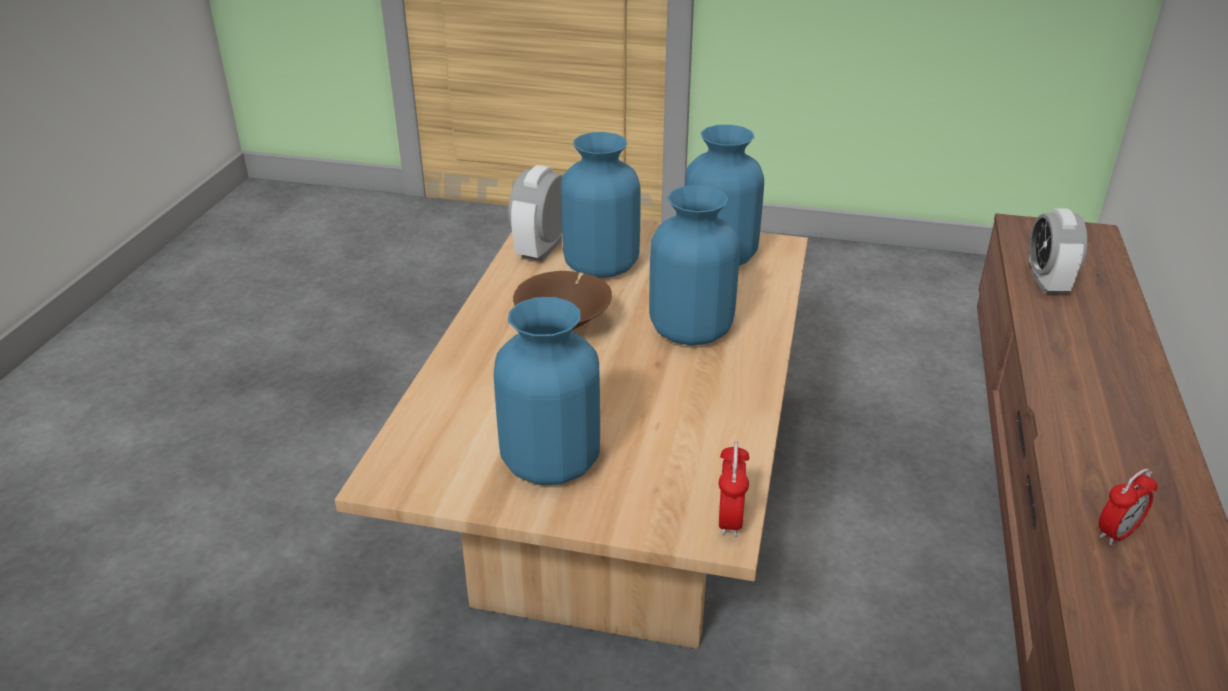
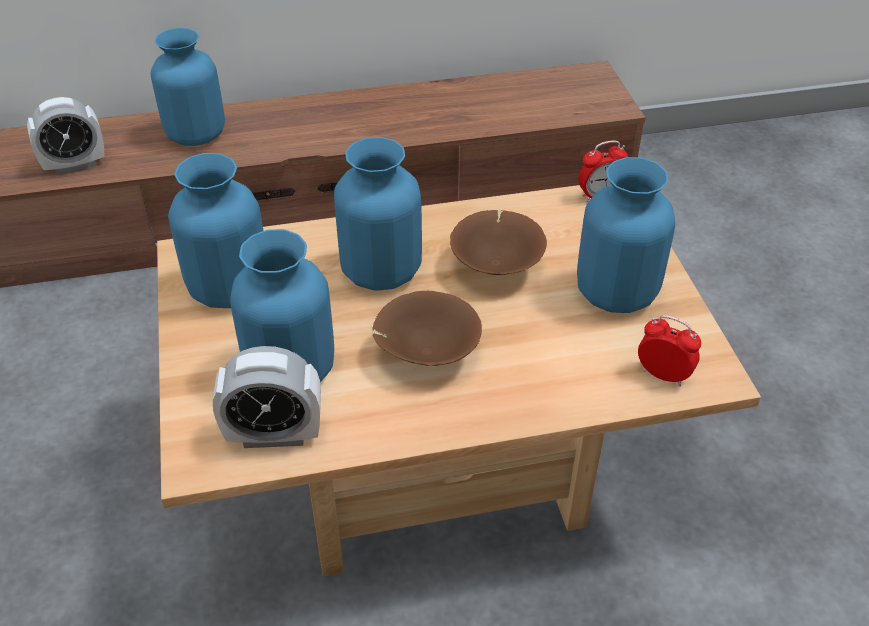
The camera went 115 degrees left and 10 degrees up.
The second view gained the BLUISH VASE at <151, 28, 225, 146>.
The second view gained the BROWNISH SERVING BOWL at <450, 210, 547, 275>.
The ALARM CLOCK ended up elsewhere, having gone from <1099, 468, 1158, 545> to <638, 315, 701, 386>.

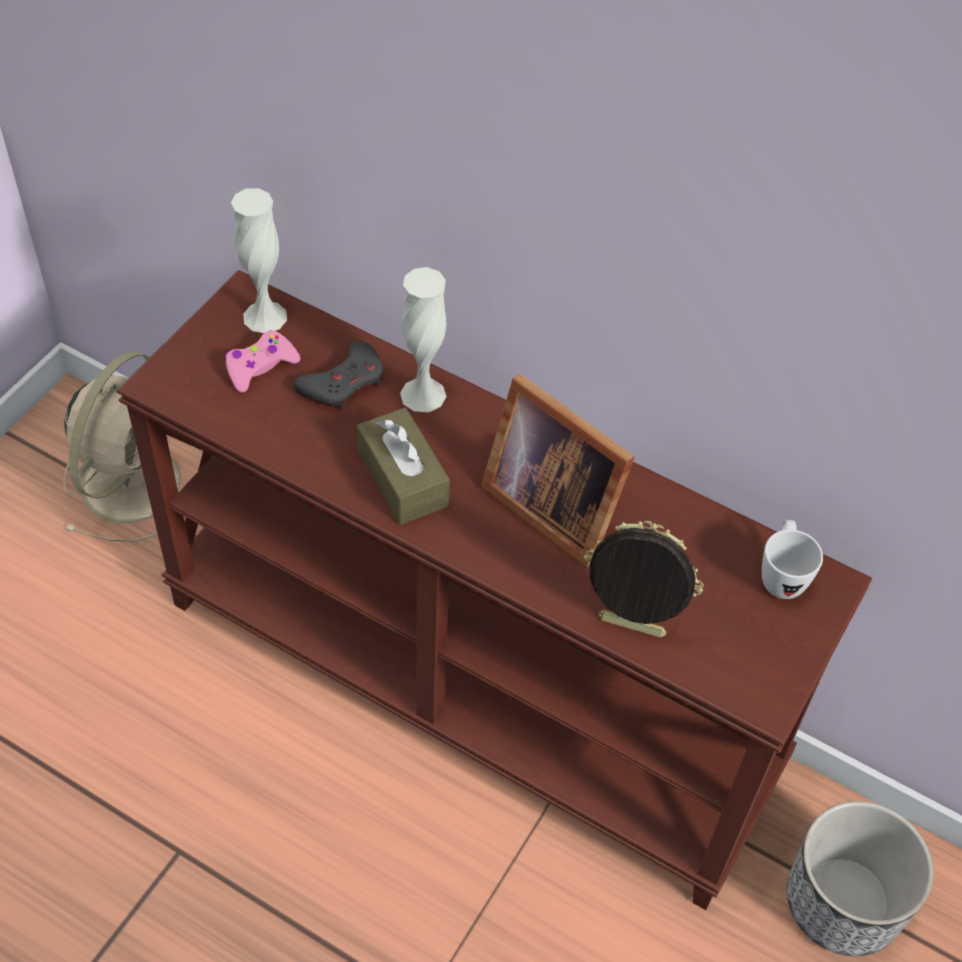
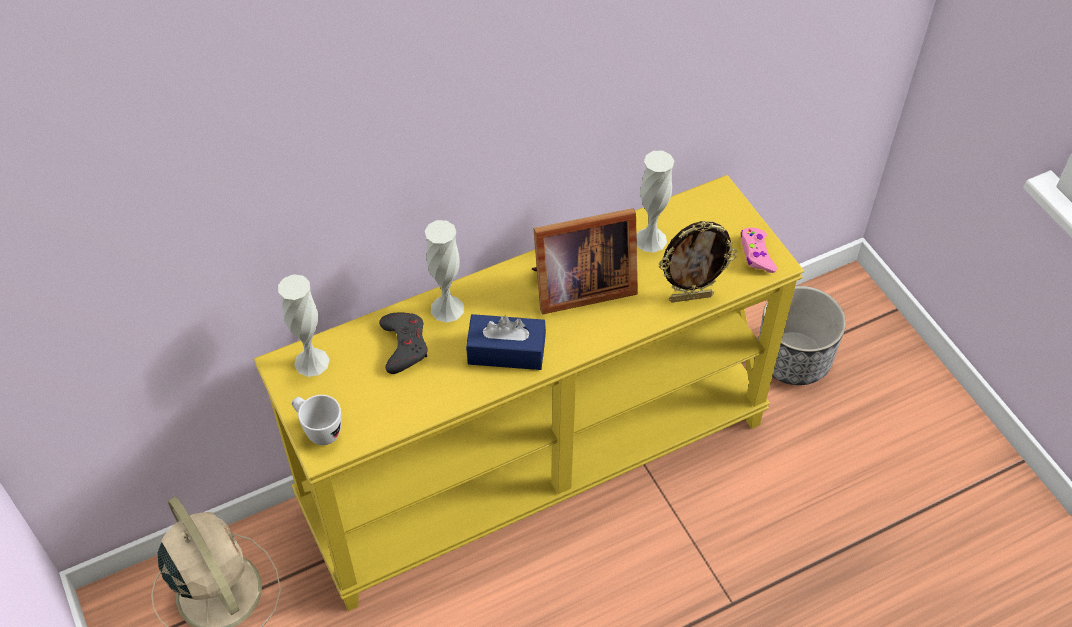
The camera went 55 degrees left and 0 degrees up.
The second view gained the WHITISH VASE at <637, 151, 674, 253>.
The PINK JOYPAD ended up elsewhere, having gone from <225, 330, 300, 393> to <741, 228, 777, 273>.
The WHITISH MUG ended up elsewhere, having gone from <762, 520, 823, 599> to <292, 395, 341, 445>.
What was the BROWNISH CONSOLE TABLE at <116, 270, 872, 910> turned into the YELLOW-COLOURED CONSOLE TABLE at <254, 175, 804, 611>.
What was the BROWNISH BOX OF TISSUES at <357, 408, 450, 525> turned into the BLUISH BOX OF TISSUES at <466, 314, 546, 370>.
The STANDING FRAME at <584, 521, 704, 638> ended up facing another way, 150 degrees counterclockwise from before.

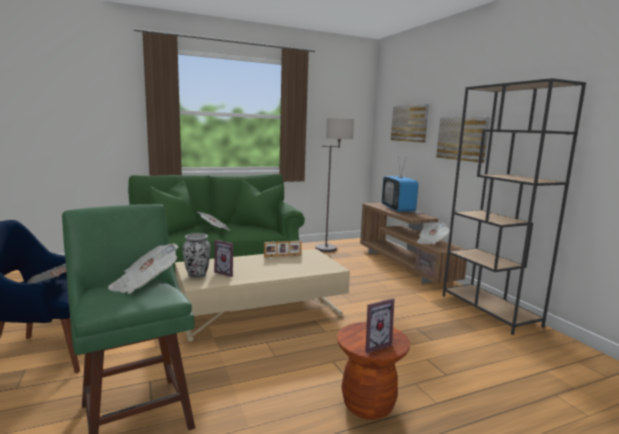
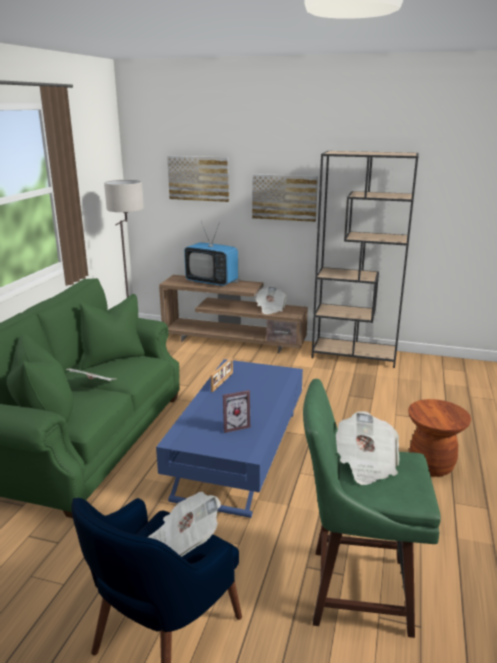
The camera went 50 degrees left and 10 degrees up.
The second view lost the VASE at <182, 233, 211, 278>.
The second view lost the STANDING FRAME at <365, 298, 395, 353>.
What was the BEIGE COFFEE TABLE at <175, 249, 350, 342> turned into the BLUISH COFFEE TABLE at <156, 359, 303, 518>.

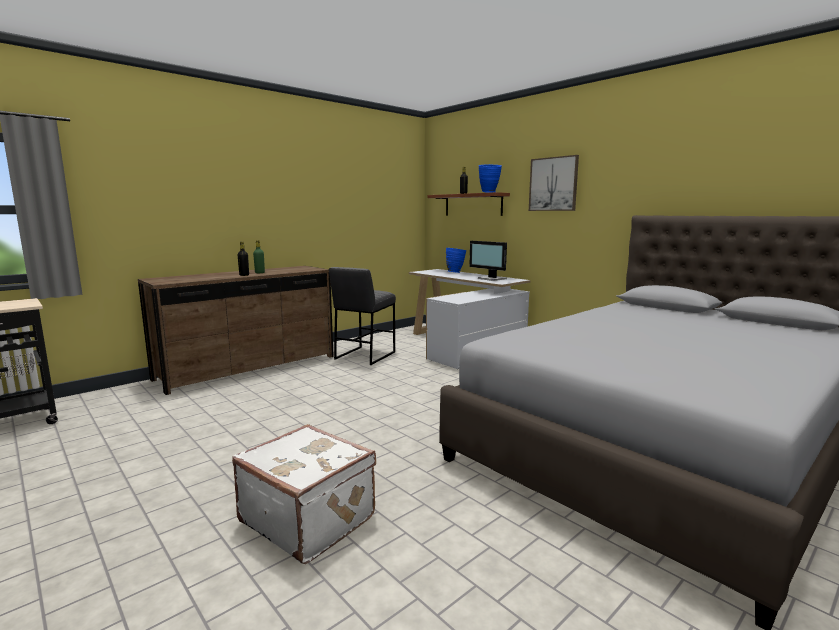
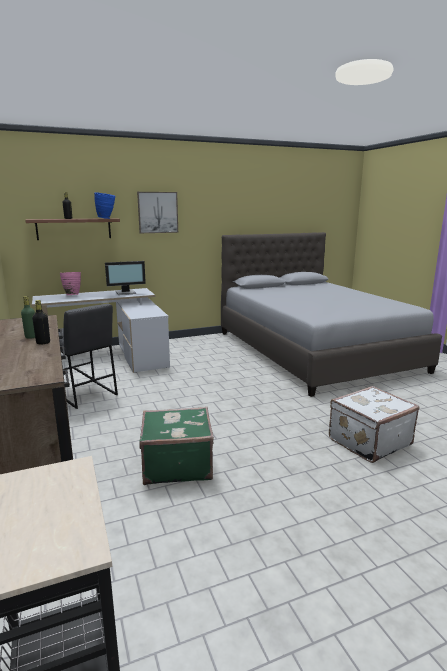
The camera went 70 degrees left and 5 degrees up.
The second view gained the GREEN PIECE OF LUGGAGE at <139, 407, 214, 485>.
What was the BLUISH VASE at <446, 248, 466, 273> turned into the PINK VASE at <60, 272, 81, 295>.

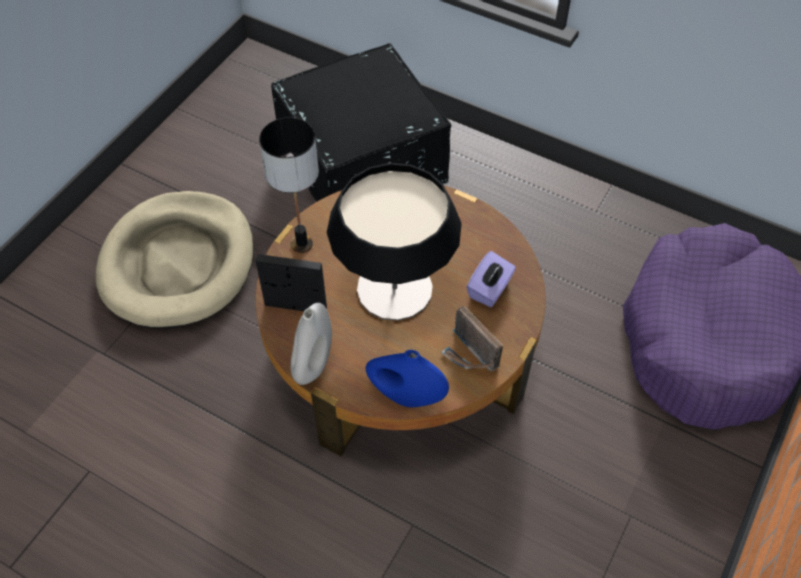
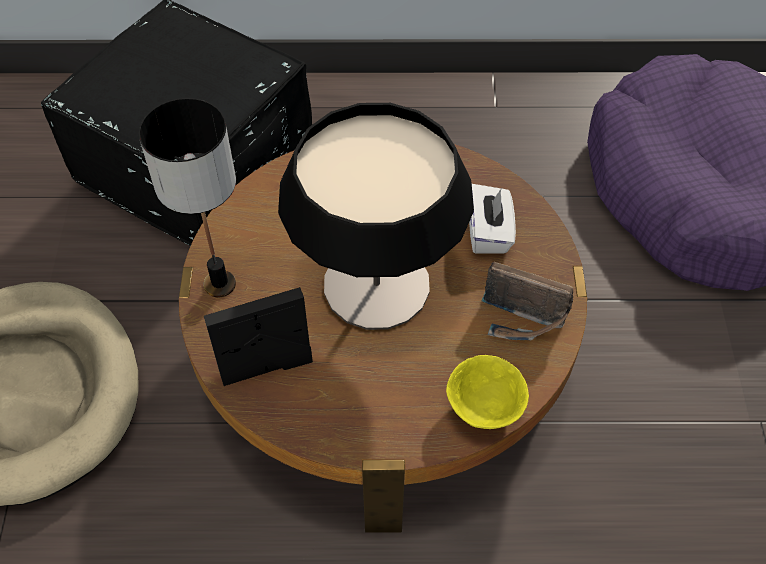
The camera went 30 degrees left and 0 degrees up.
The second view lost the WHITISH VASE at <291, 303, 332, 385>.
Where the BLUISH VASE stood at <366, 350, 449, 407>, the YELLOW-COLOURED SERVING BOWL came to stand at <446, 355, 529, 429>.
What was the PURPLISH BOX OF TISSUES at <467, 251, 516, 307> turned into the WHITISH BOX OF TISSUES at <469, 184, 516, 253>.

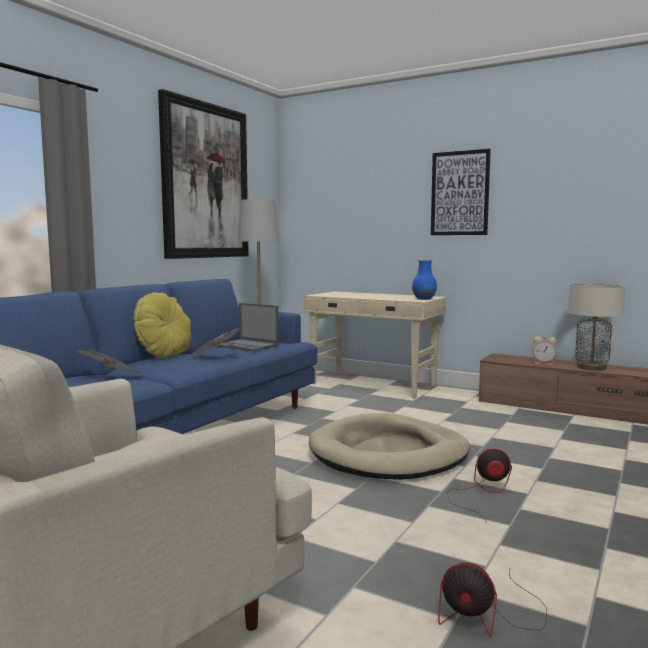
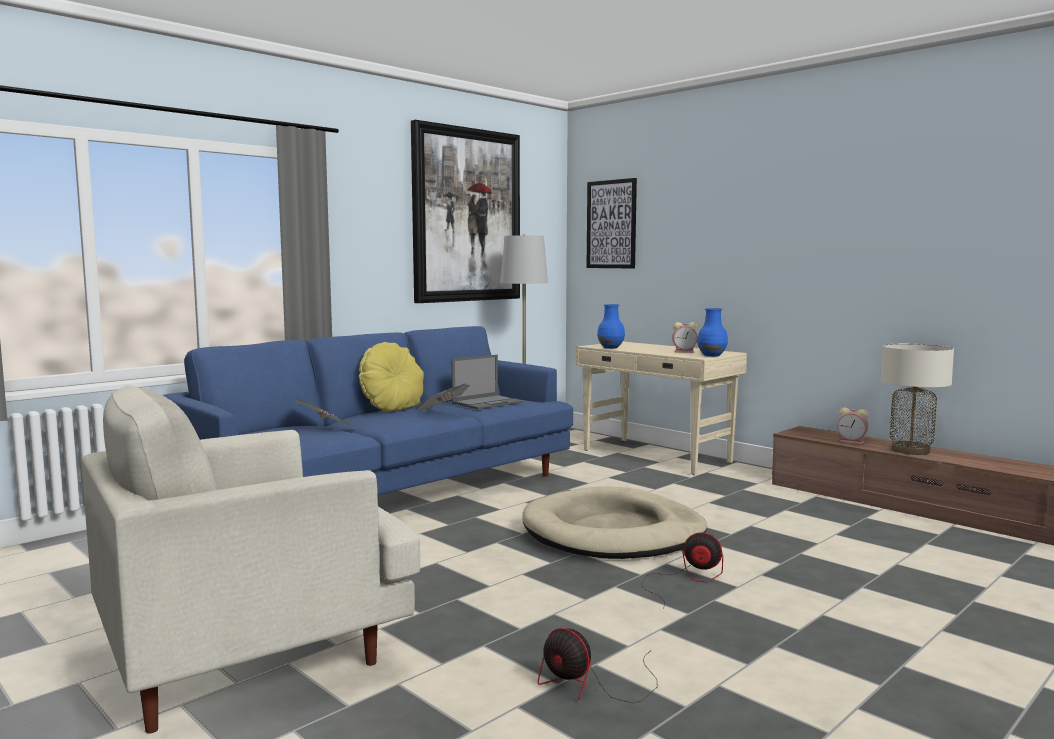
The camera went 15 degrees right and 0 degrees up.
The second view gained the BLUISH VASE at <597, 304, 625, 348>.
The second view gained the ALARM CLOCK at <672, 322, 698, 353>.
The WALL ART ended up elsewhere, having gone from <431, 149, 491, 235> to <587, 178, 637, 269>.
The NOTEBOOK COMPUTER at <218, 303, 279, 351> ended up facing another way, 90 degrees counterclockwise from before.

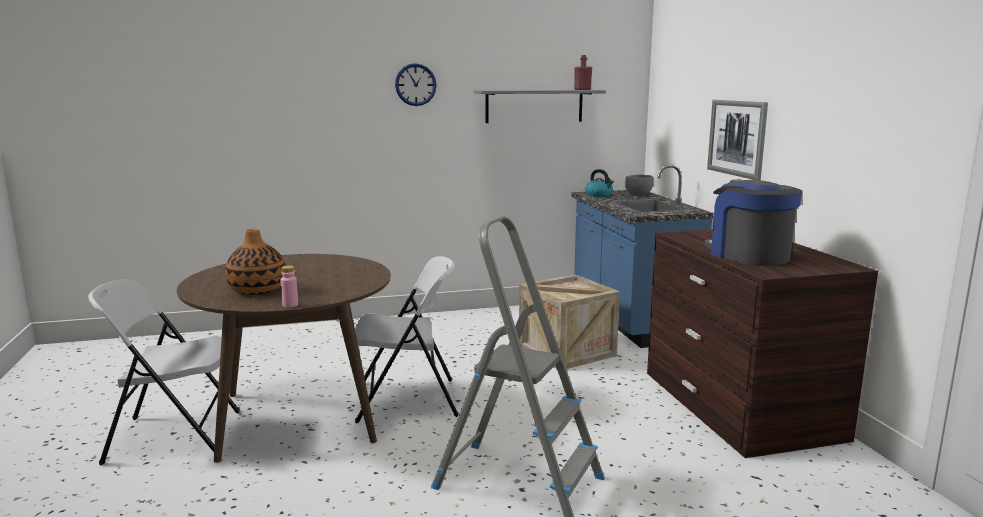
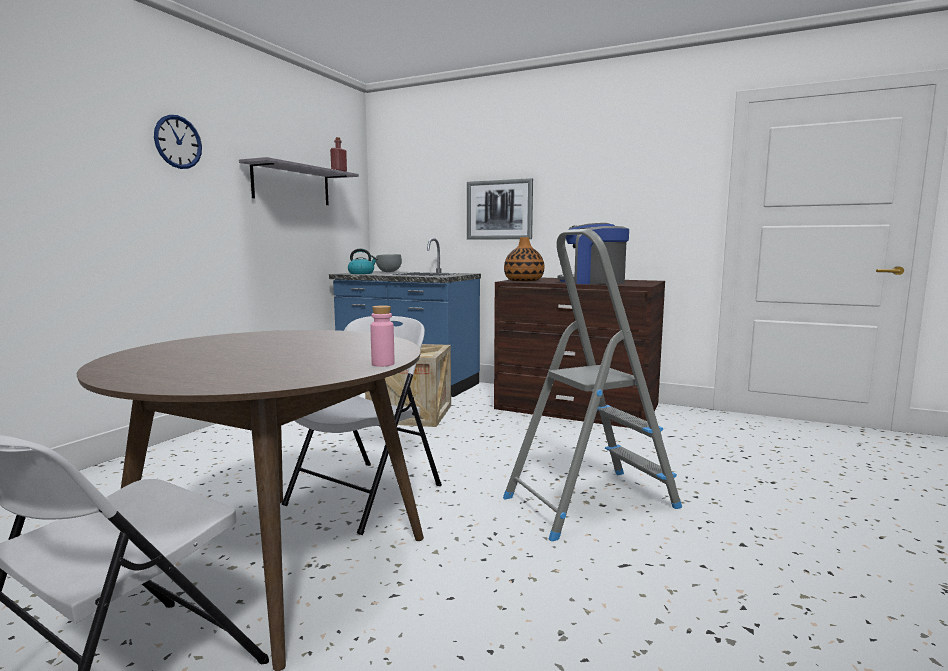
The camera went 50 degrees left and 5 degrees down.
The VASE ended up elsewhere, having gone from <225, 229, 286, 295> to <504, 237, 544, 281>.

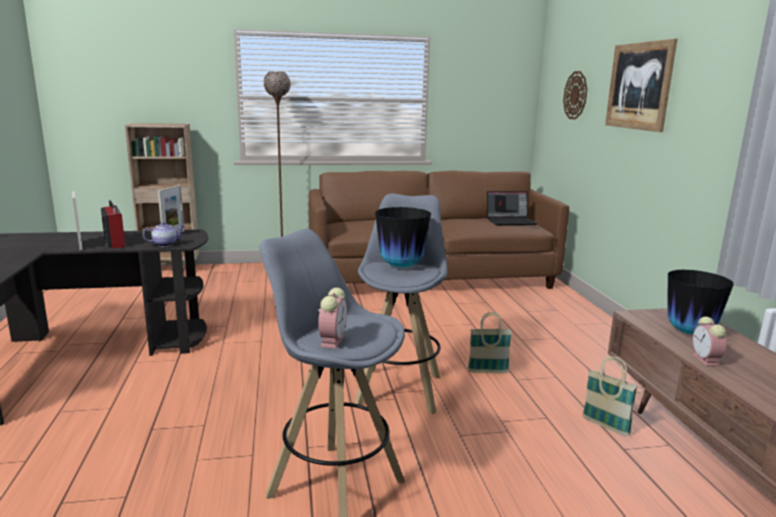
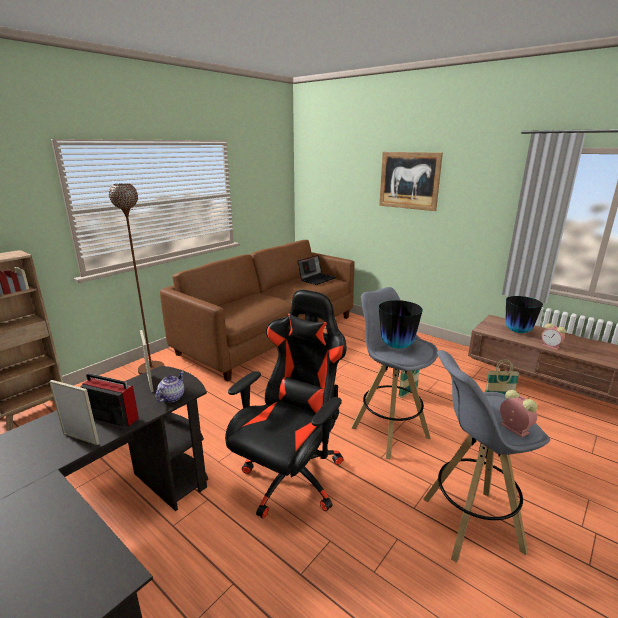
The camera went 40 degrees left and 5 degrees up.
The second view lost the CLOCK ON THE WALL at <563, 71, 587, 120>.
The second view gained the BLACKISH COMPUTER CHAIR at <225, 290, 346, 518>.

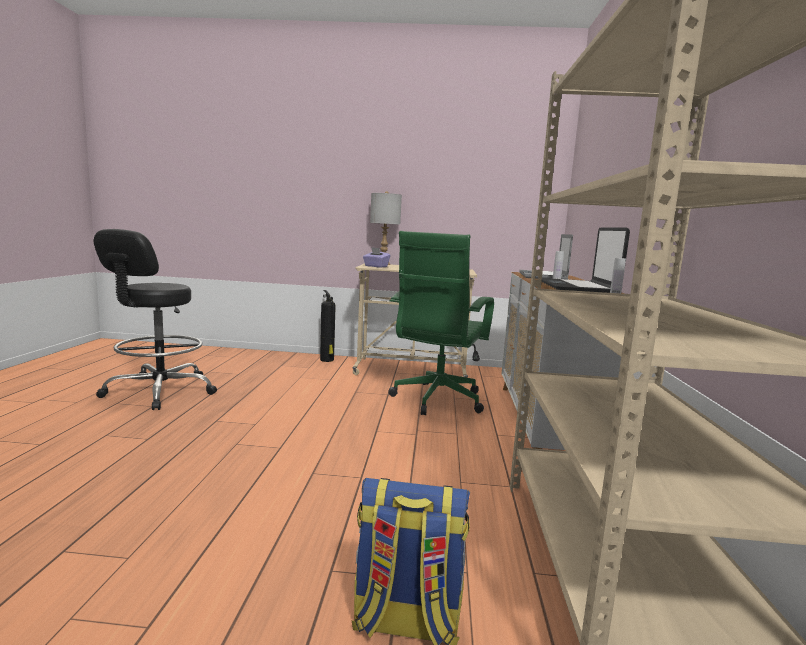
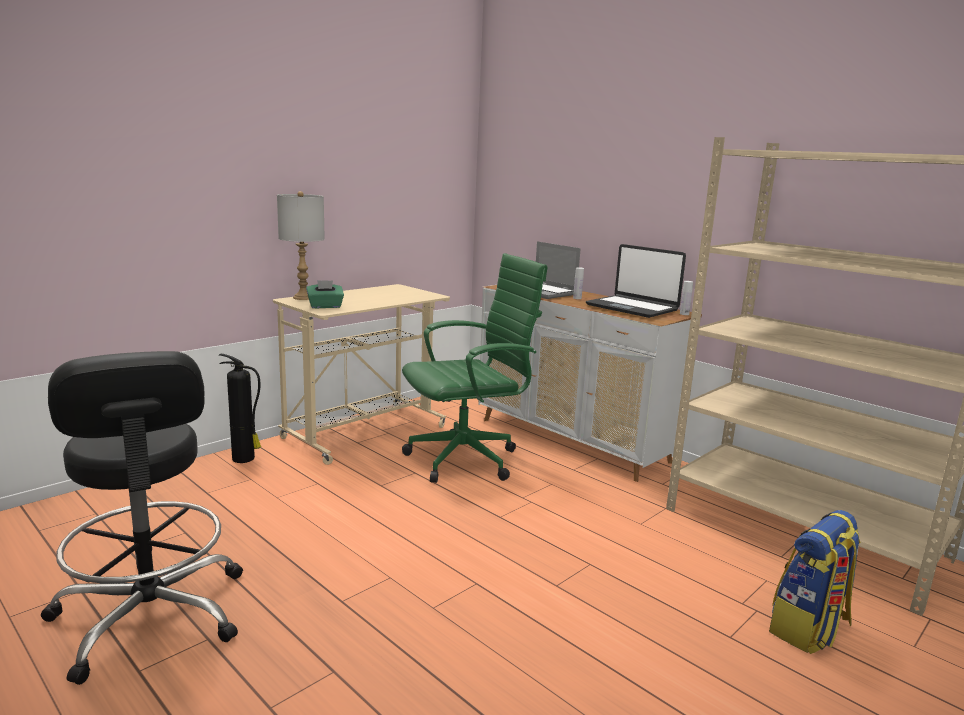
The camera went 50 degrees left and 5 degrees up.
What was the PURPLISH BOX OF TISSUES at <363, 247, 391, 267> turned into the GREEN BOX OF TISSUES at <306, 280, 344, 308>.
The GREEN COMPUTER CHAIR at <388, 231, 494, 415> ended up facing another way, 90 degrees counterclockwise from before.

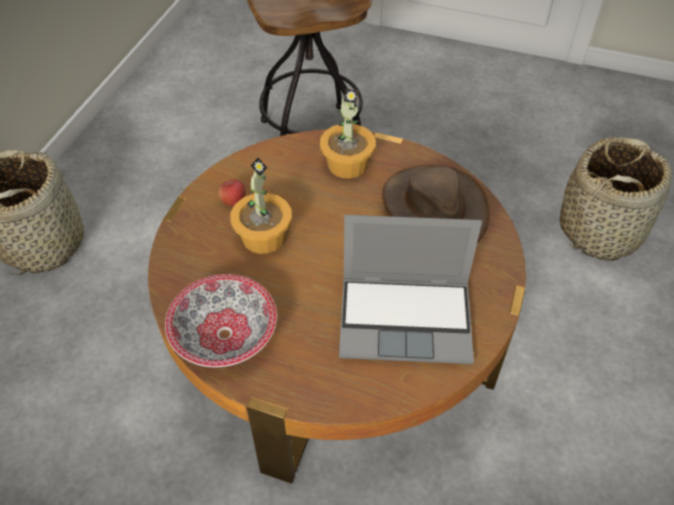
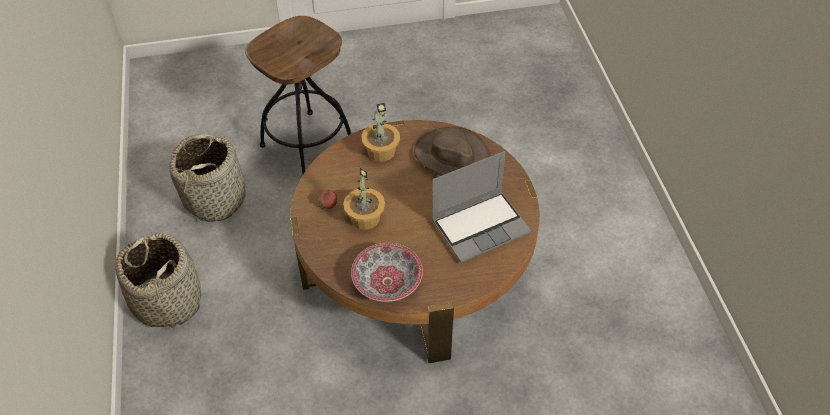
The camera went 30 degrees left and 0 degrees up.
The HOUSEHOLD BASKET ended up elsewhere, having gone from <560, 137, 672, 261> to <170, 134, 246, 222>.

